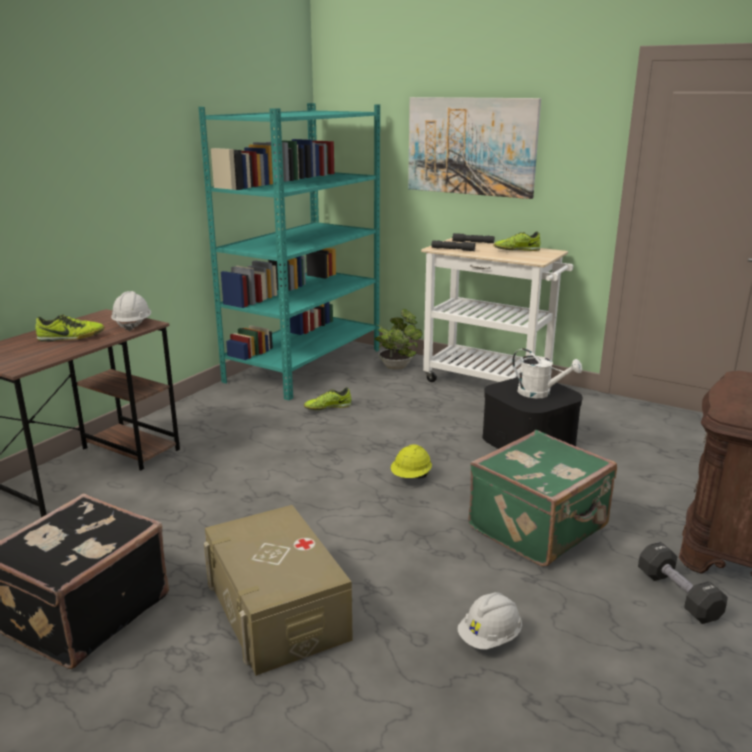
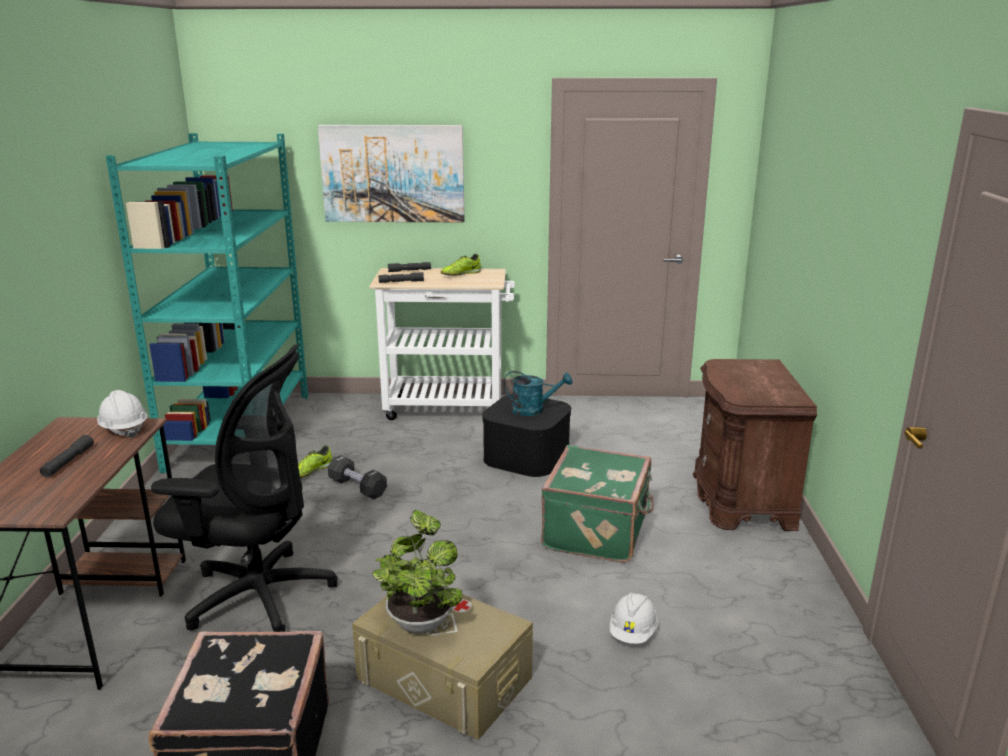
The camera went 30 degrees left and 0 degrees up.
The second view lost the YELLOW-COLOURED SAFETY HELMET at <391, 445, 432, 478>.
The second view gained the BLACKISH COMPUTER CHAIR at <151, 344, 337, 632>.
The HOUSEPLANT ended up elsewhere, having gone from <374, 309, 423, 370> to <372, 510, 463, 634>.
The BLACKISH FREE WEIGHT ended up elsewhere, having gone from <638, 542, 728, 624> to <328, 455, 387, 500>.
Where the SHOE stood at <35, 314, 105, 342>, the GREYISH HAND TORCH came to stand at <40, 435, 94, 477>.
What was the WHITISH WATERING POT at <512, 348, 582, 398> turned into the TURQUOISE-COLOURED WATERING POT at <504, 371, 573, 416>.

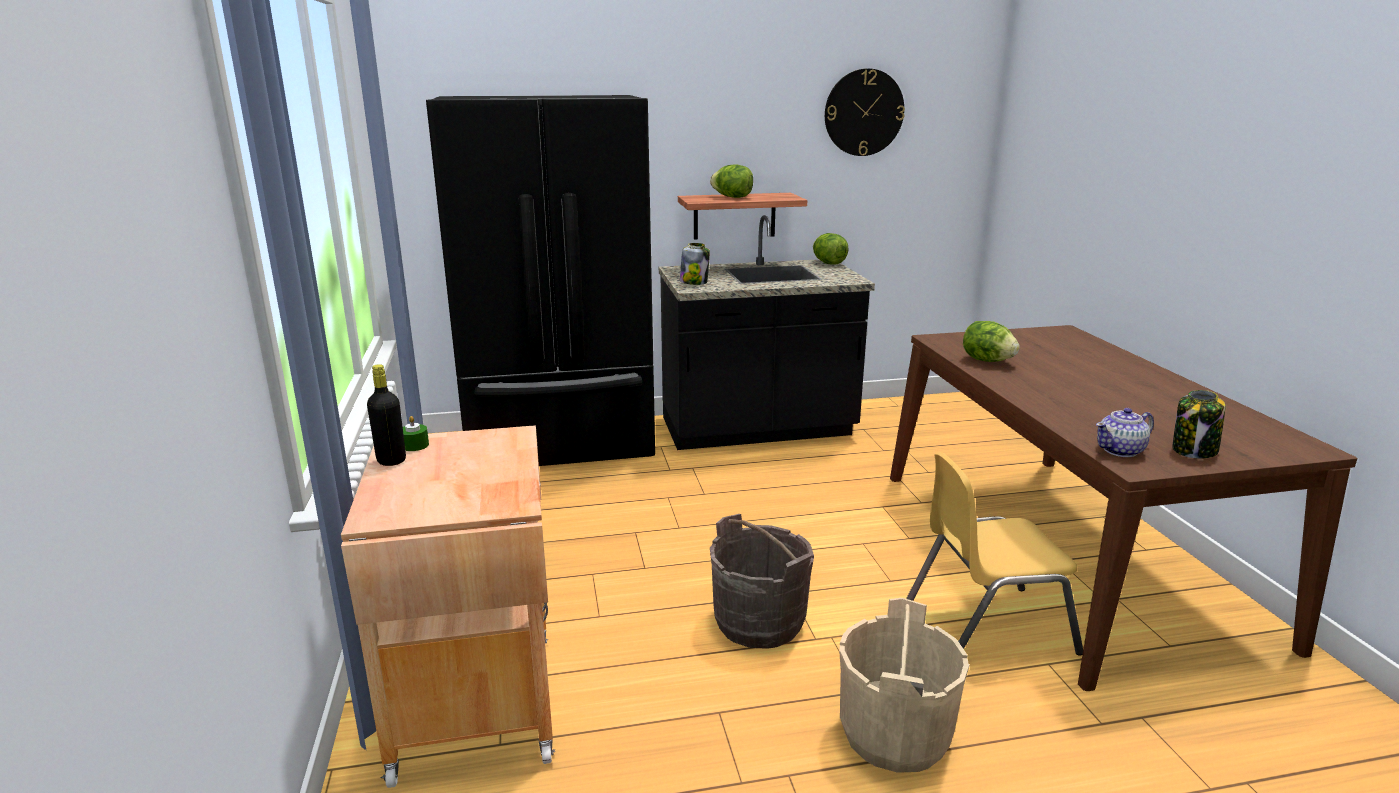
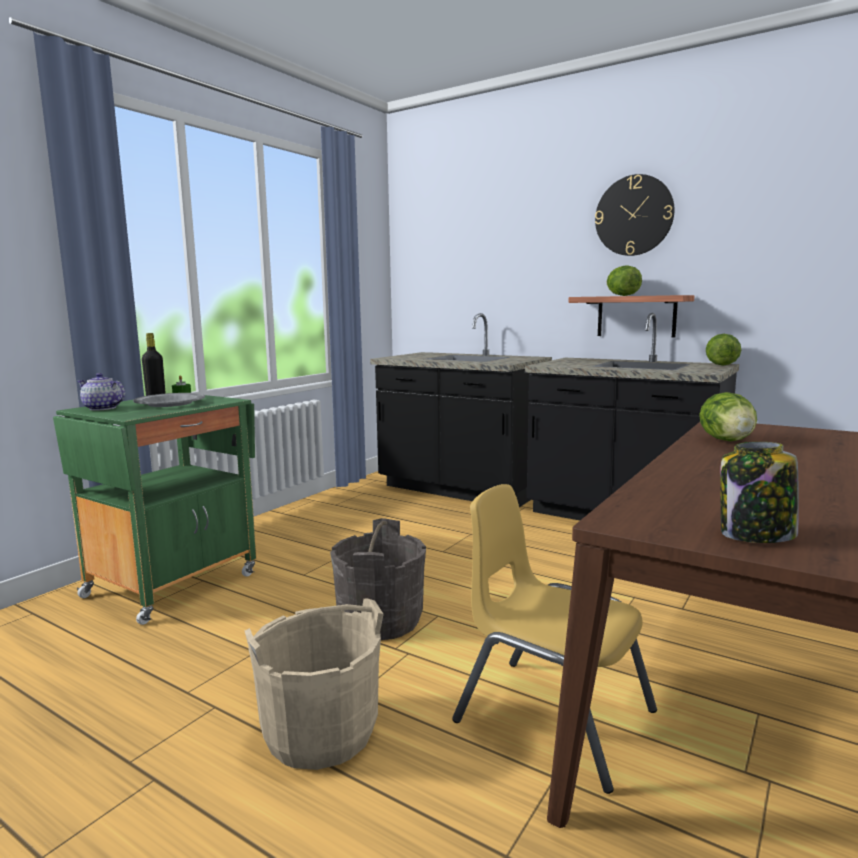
The camera went 45 degrees right and 10 degrees down.
The second view lost the JAR at <680, 243, 710, 285>.
The second view gained the GREYISH DINNER PLATE at <133, 393, 205, 407>.
The CLOCK ON THE WALL ended up elsewhere, having gone from <825, 68, 905, 156> to <595, 174, 674, 256>.
The POT FOR TEA ended up elsewhere, having gone from <1096, 408, 1154, 457> to <77, 373, 125, 411>.
Where the BLACKISH FRIDGE stood at <426, 95, 655, 466>, the BLACKISH COUNTER came to stand at <370, 313, 552, 507>.
What was the BROWNISH WHEELED CART at <341, 425, 555, 788> turned into the GREEN WHEELED CART at <53, 395, 257, 625>.

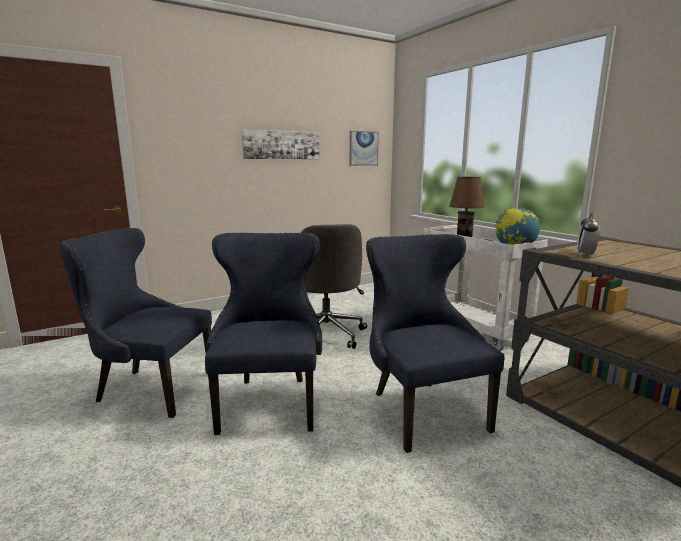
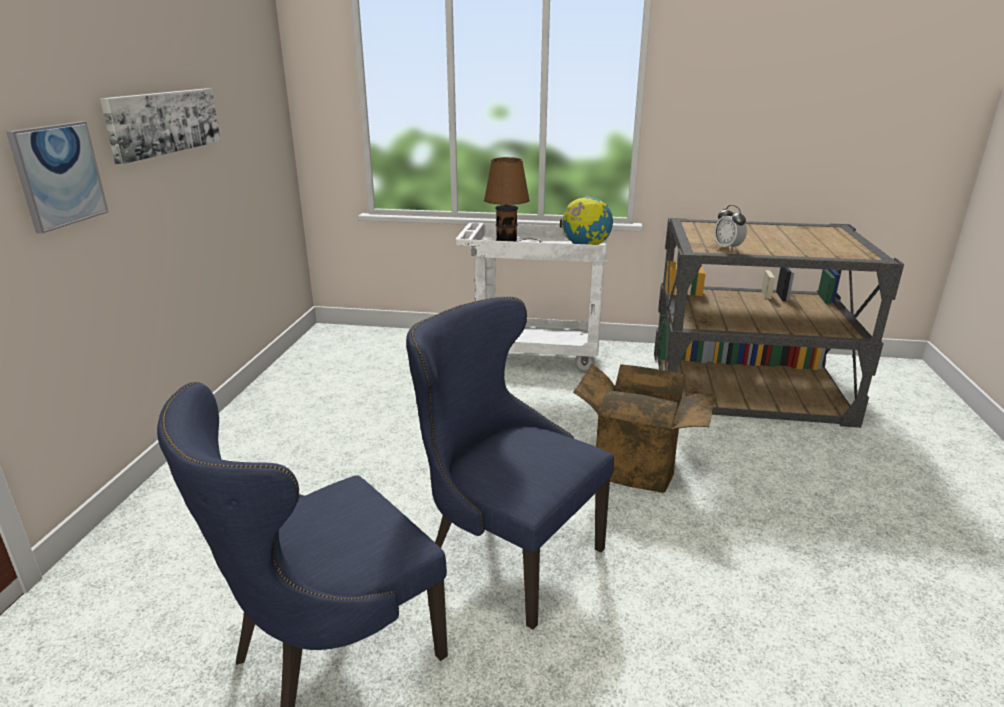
The camera went 50 degrees left and 10 degrees up.
The second view lost the GREYISH COMPUTER CHAIR at <301, 224, 367, 349>.
The WALL ART ended up elsewhere, having gone from <350, 131, 379, 166> to <6, 121, 108, 234>.
Where the BLUISH PLAIN CHAIR stood at <366, 234, 504, 453>, the CARTON came to stand at <573, 363, 716, 493>.

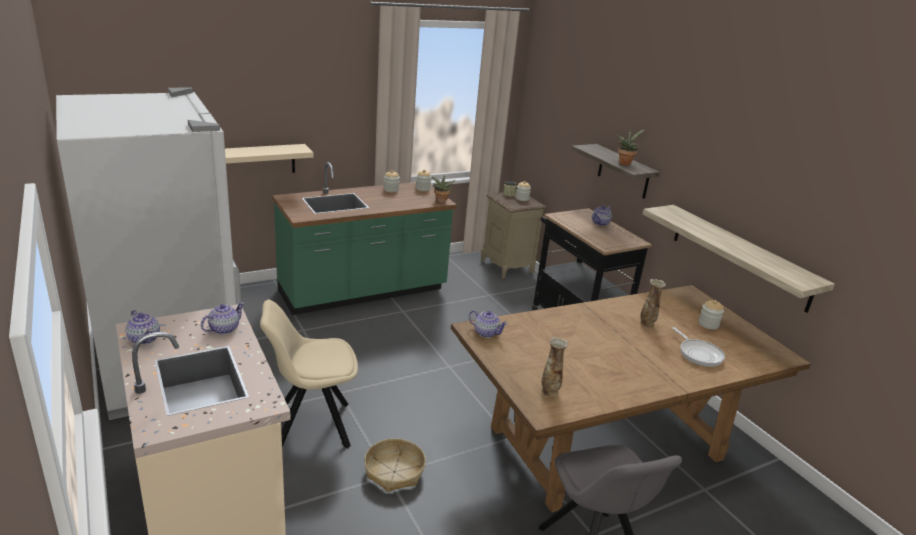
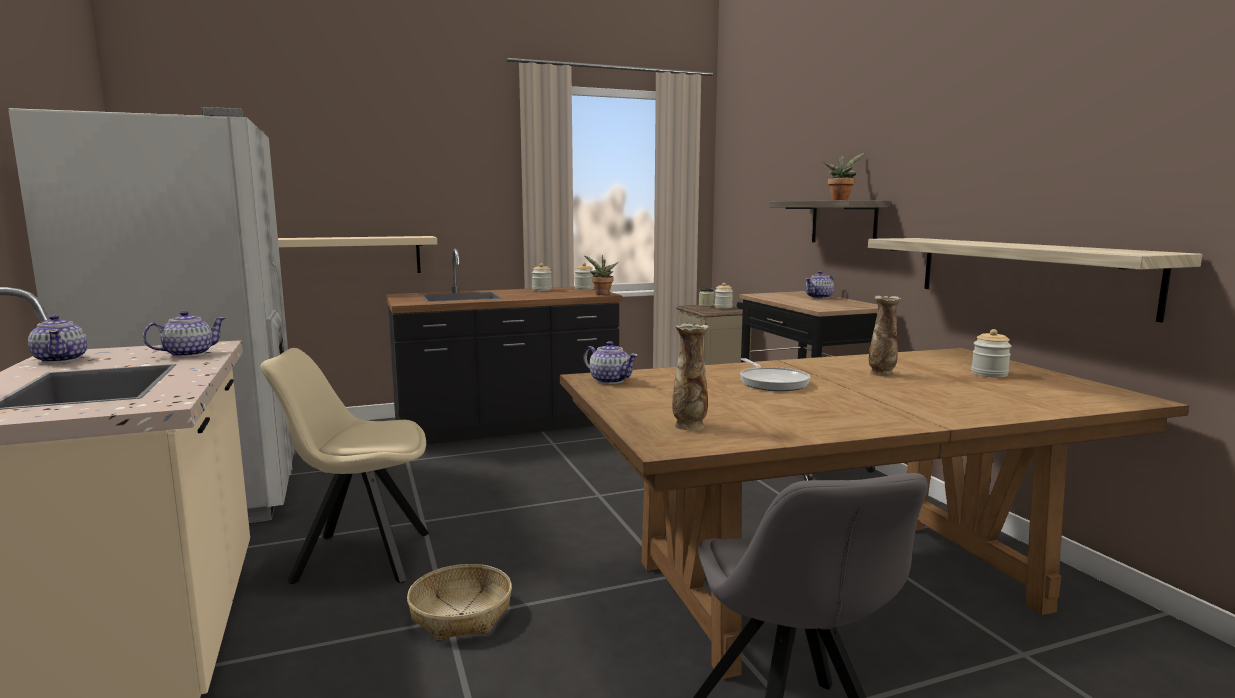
The camera went 10 degrees right and 15 degrees down.
The PAN ended up elsewhere, having gone from <672, 327, 725, 367> to <740, 358, 810, 391>.
What was the GREEN COUNTER at <272, 162, 457, 315> turned into the BLACKISH COUNTER at <386, 248, 623, 444>.

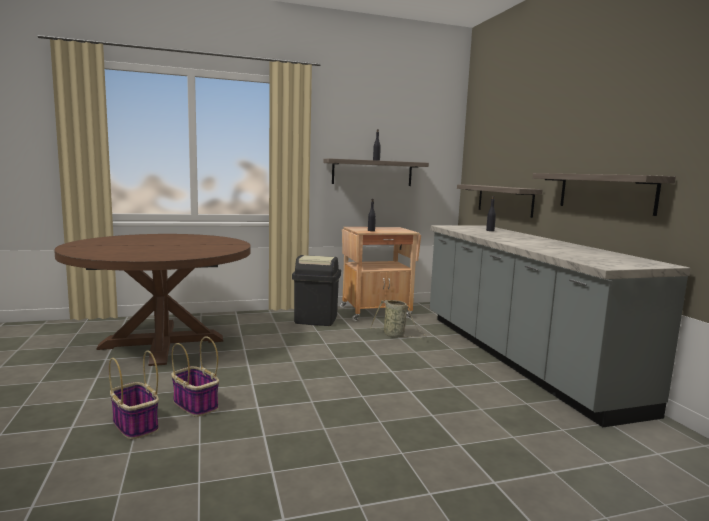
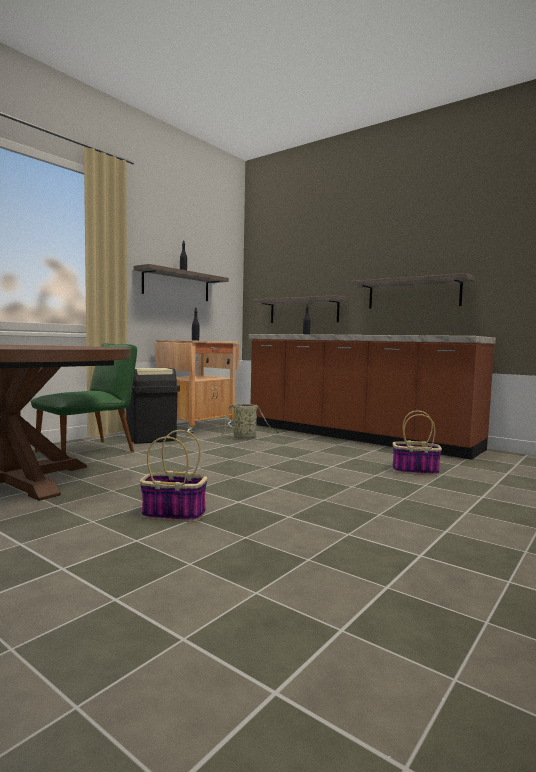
The camera went 35 degrees left and 5 degrees down.
The second view gained the GREEN PLAIN CHAIR at <30, 343, 137, 454>.
The HOUSEHOLD BASKET ended up elsewhere, having gone from <109, 351, 159, 439> to <392, 411, 442, 476>.
What was the GREYISH COUNTER at <430, 225, 691, 427> turned into the BROWNISH COUNTER at <249, 334, 496, 460>.

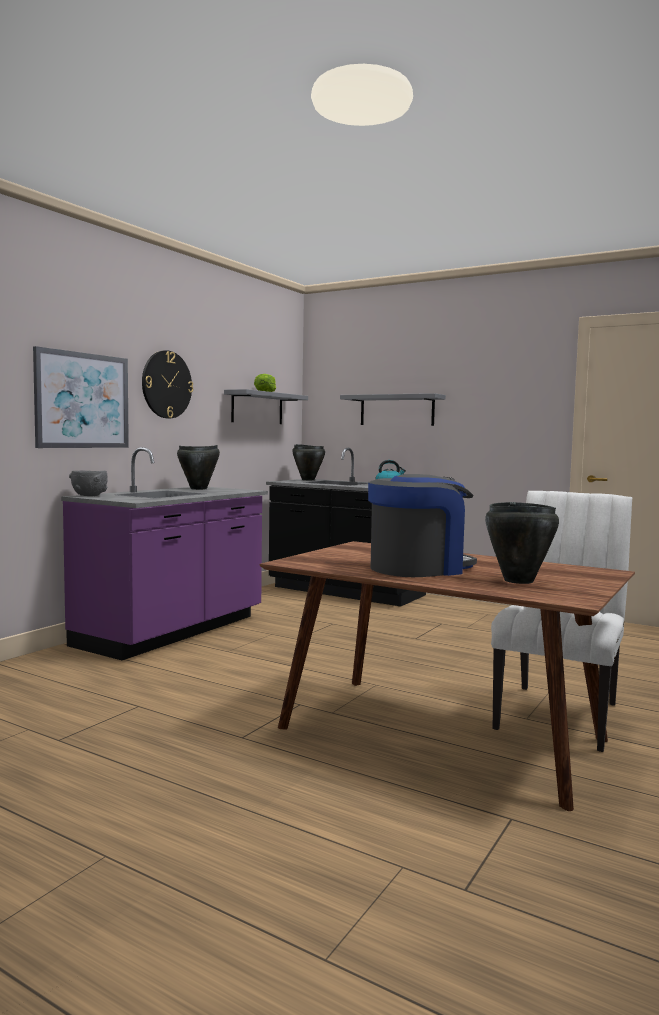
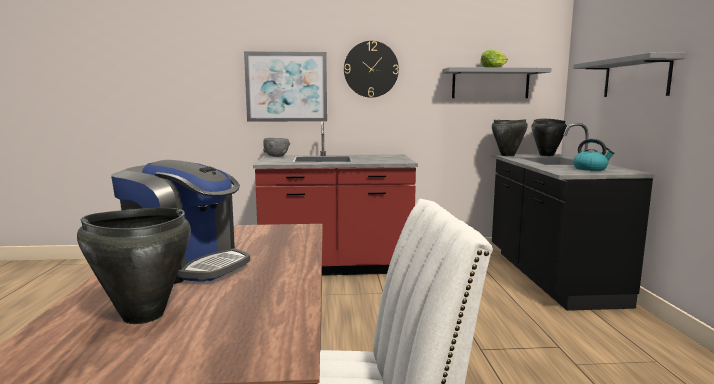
The camera went 55 degrees right and 5 degrees up.
The BLACKISH COOKING POT ended up elsewhere, having gone from <177, 445, 220, 490> to <492, 119, 528, 156>.
What was the PURPLISH COUNTER at <61, 447, 268, 660> turned into the RED COUNTER at <253, 121, 418, 275>.

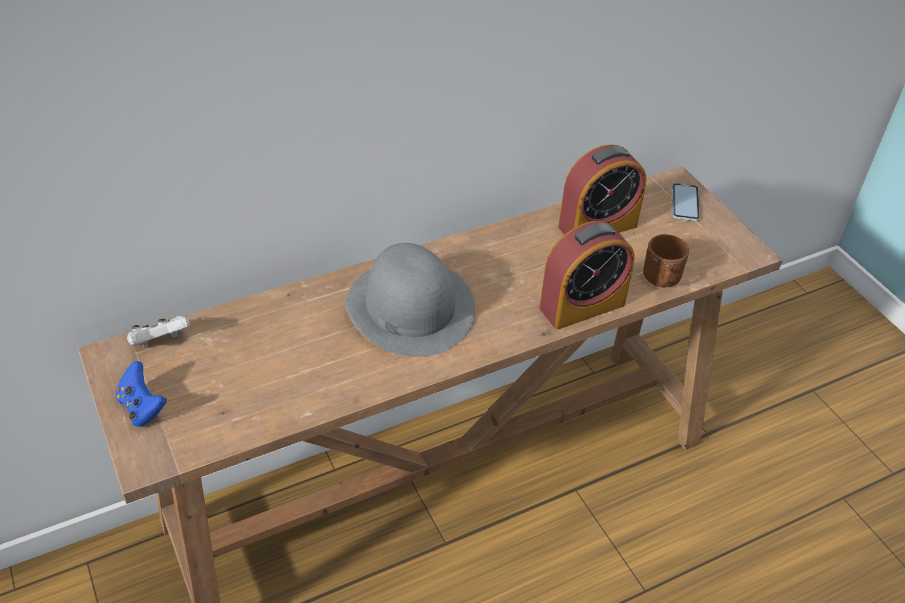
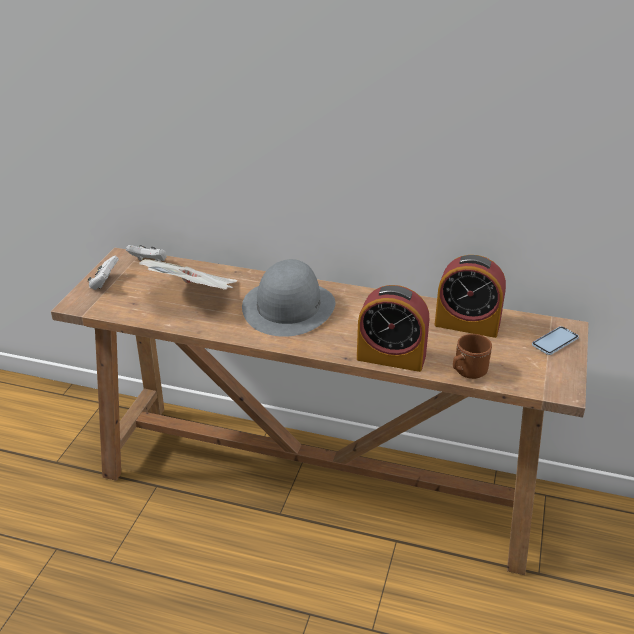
The camera went 45 degrees right and 10 degrees down.
The second view gained the PRINTED PAPER at <139, 259, 238, 290>.
What was the BLUISH JOYPAD at <115, 361, 167, 427> turned into the WHITISH JOYPAD at <88, 256, 119, 290>.

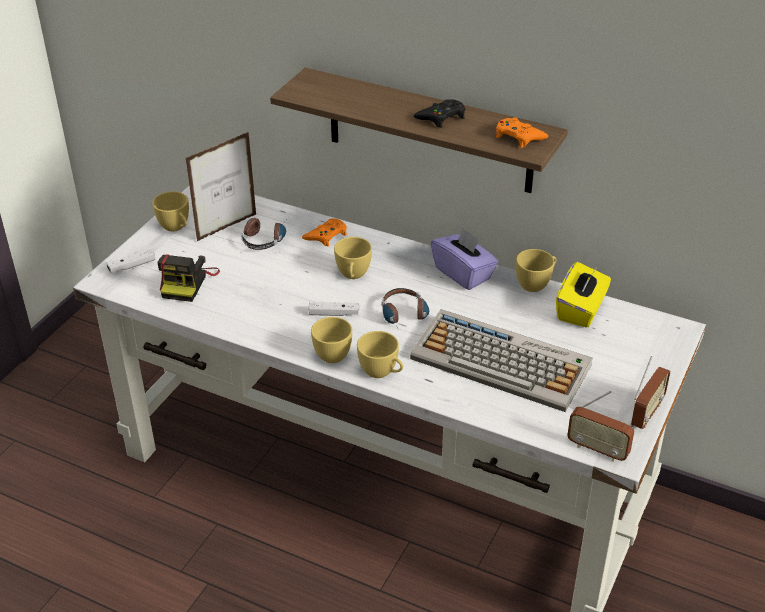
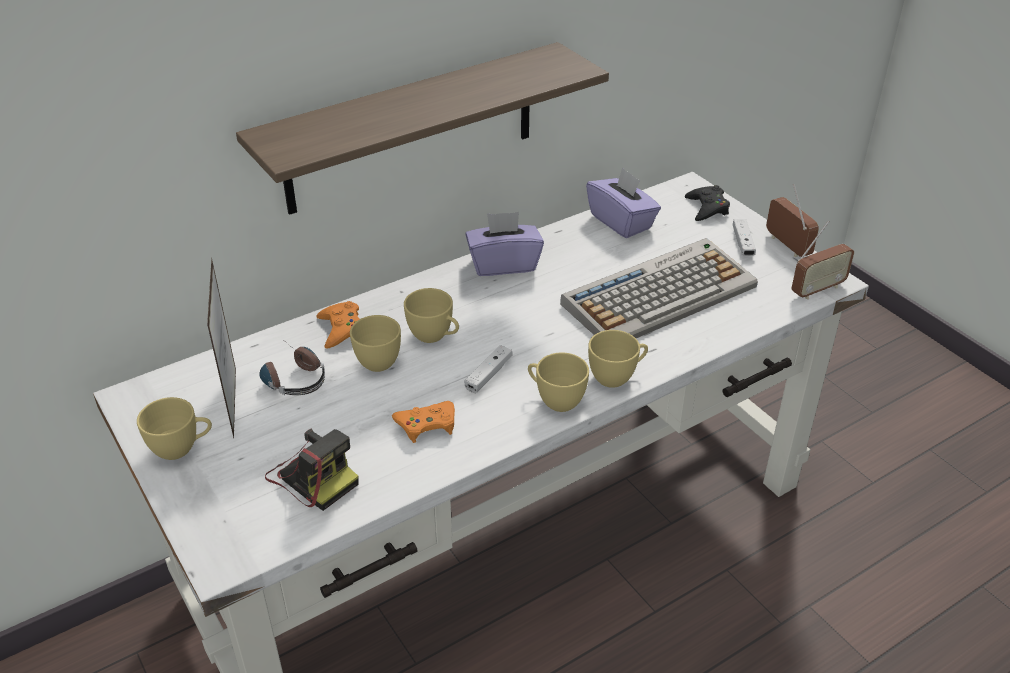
The camera went 60 degrees left and 0 degrees up.
The second view lost the HEADSET at <381, 288, 429, 330>.
The WHITISH JOYPAD ended up elsewhere, having gone from <107, 248, 155, 273> to <733, 219, 756, 256>.
The BLACKISH JOYPAD ended up elsewhere, having gone from <414, 99, 465, 128> to <685, 185, 730, 221>.
The ORANGE JOYPAD ended up elsewhere, having gone from <496, 117, 548, 148> to <392, 401, 455, 443>.
The YELLOW-COLOURED DRINKING CUP ended up elsewhere, having gone from <516, 249, 557, 292> to <350, 315, 401, 372>.
What was the YELLOW-COLOURED BOX OF TISSUES at <556, 262, 611, 328> turned into the PURPLISH BOX OF TISSUES at <586, 167, 661, 238>.

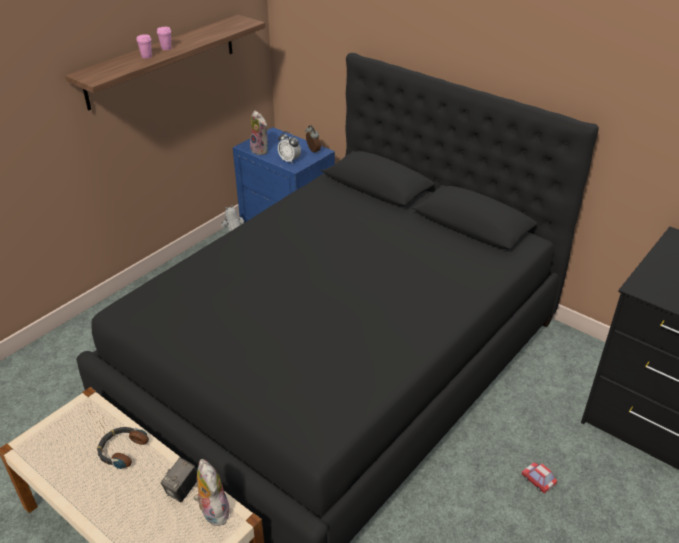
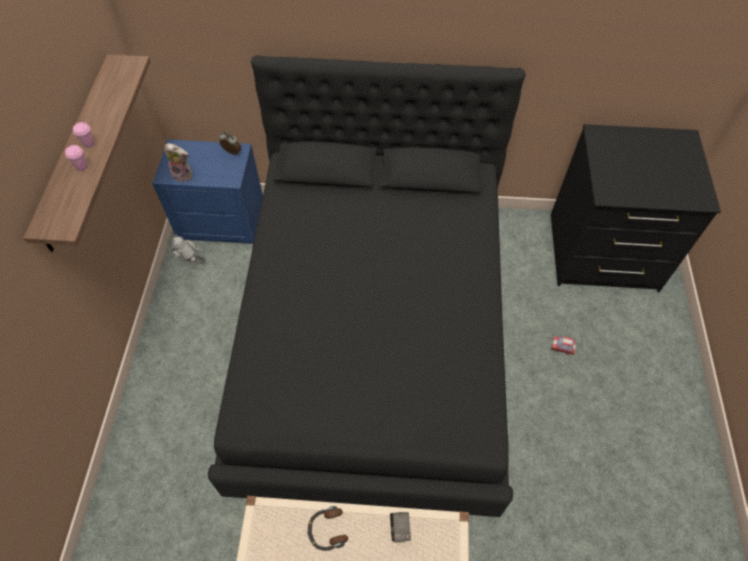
The camera went 35 degrees left and 20 degrees up.
The second view lost the PLUSH TOY at <194, 459, 230, 526>.
The second view lost the ALARM CLOCK at <278, 131, 301, 163>.

